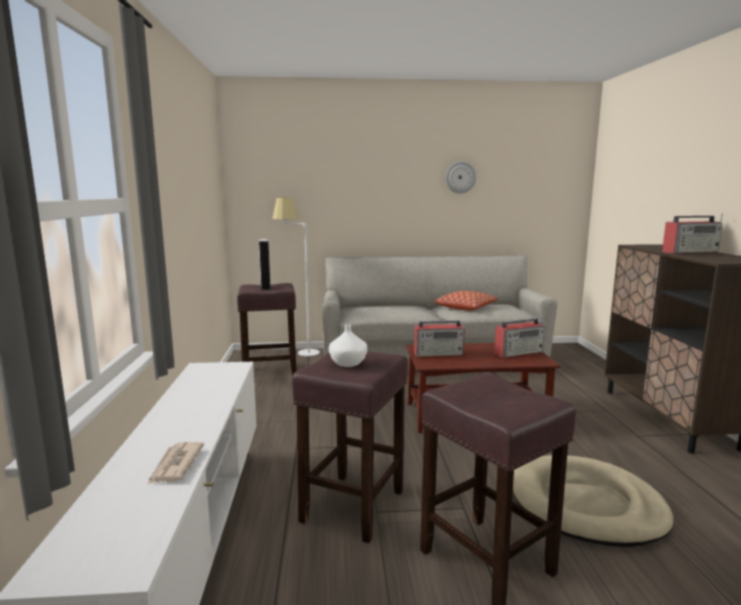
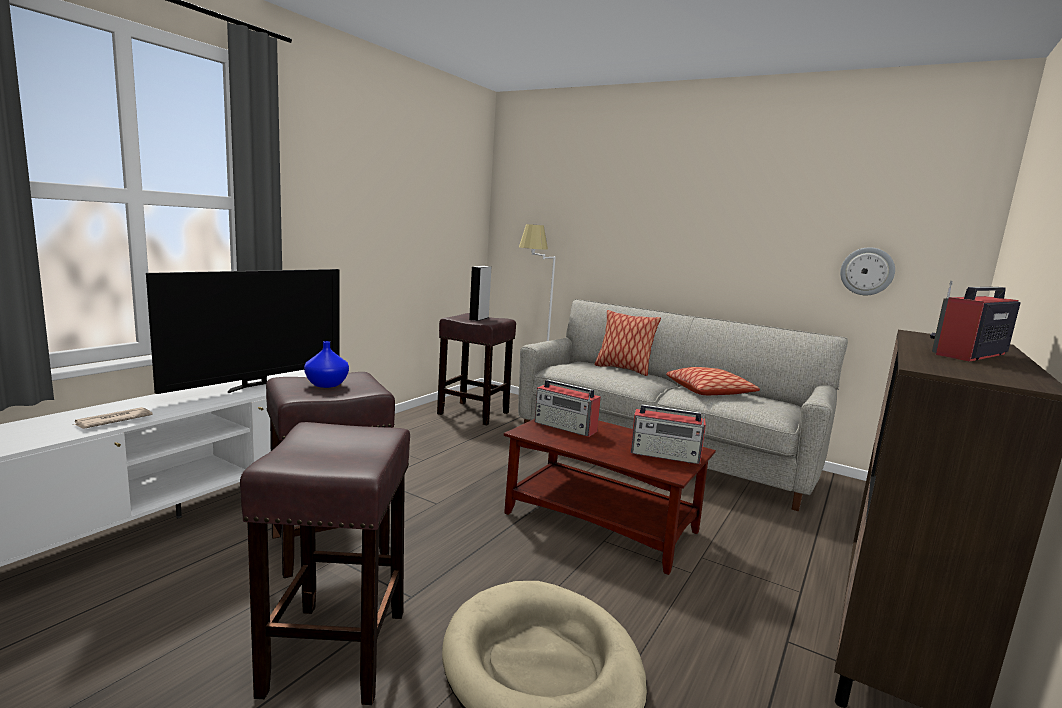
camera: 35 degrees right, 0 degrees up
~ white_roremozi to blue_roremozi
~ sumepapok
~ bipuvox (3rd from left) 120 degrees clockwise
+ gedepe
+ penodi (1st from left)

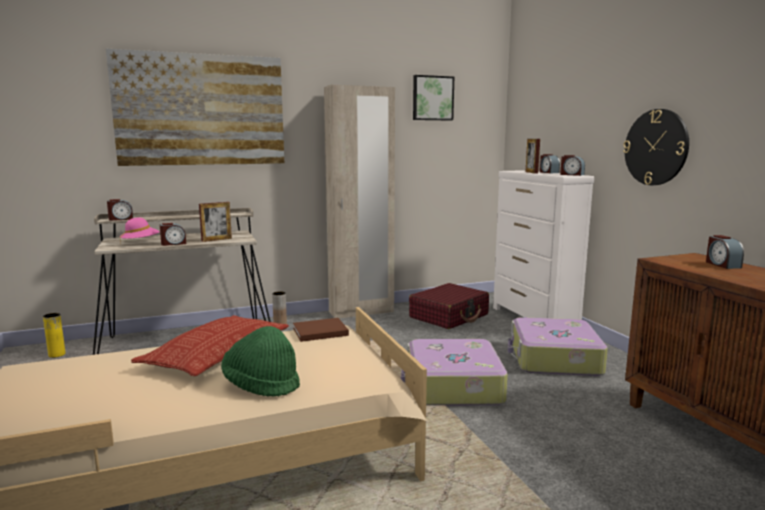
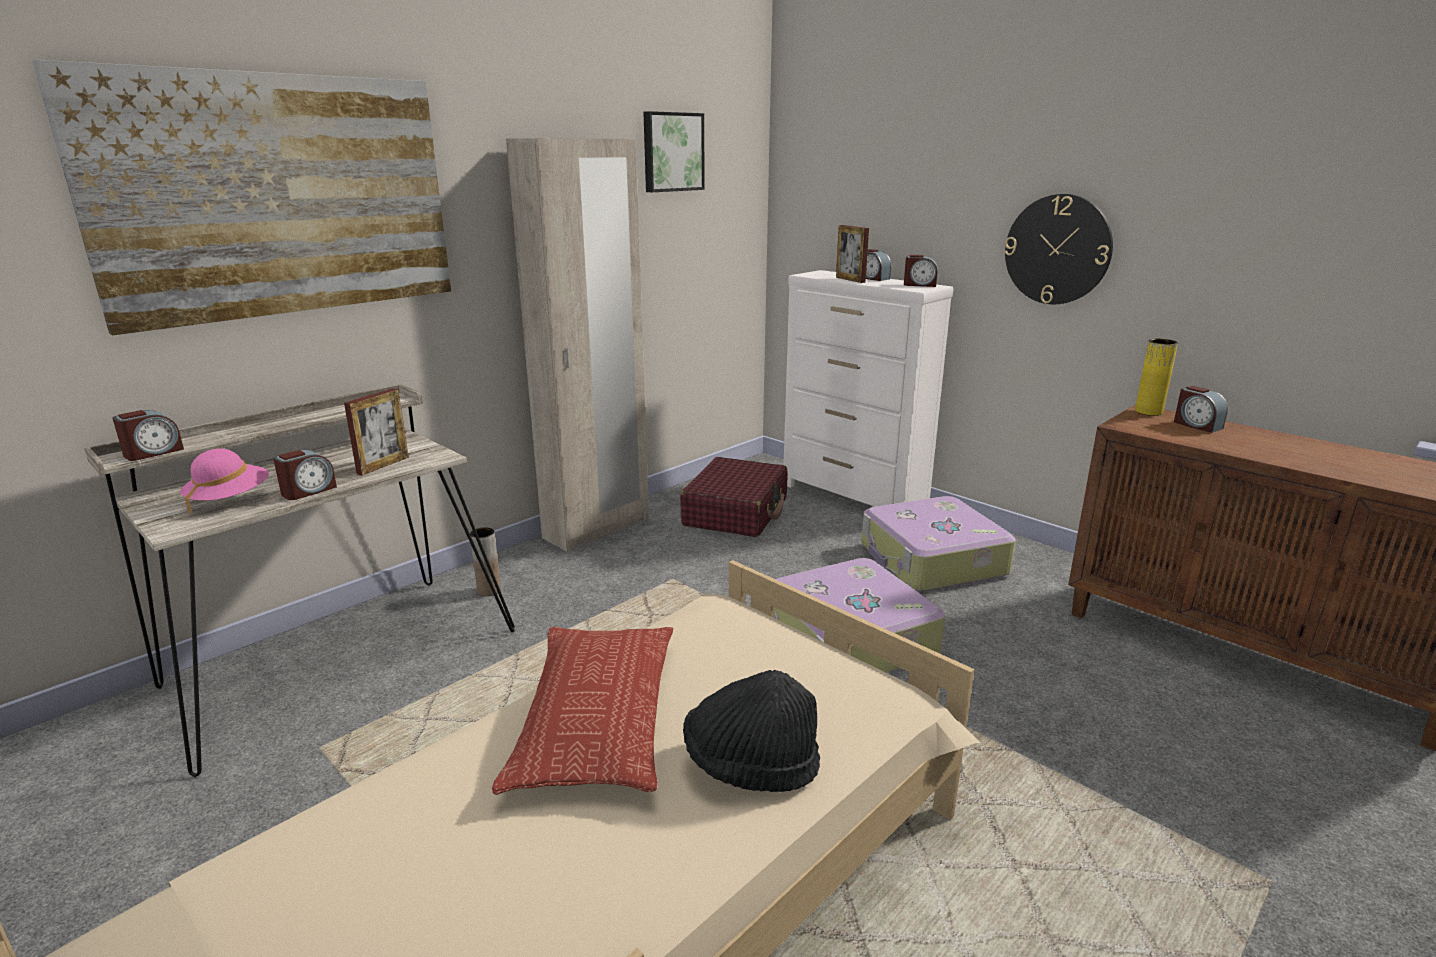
camera: 25 degrees left, 10 degrees up
~ yellow_roremozi
~ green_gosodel to black_gosodel
- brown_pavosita

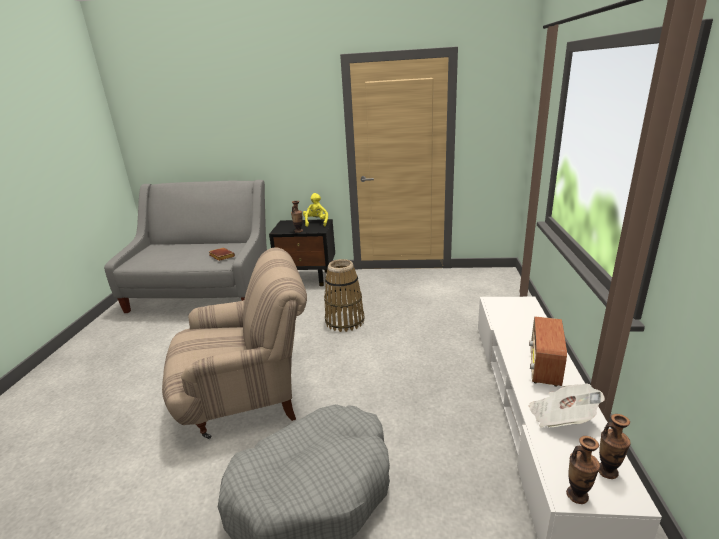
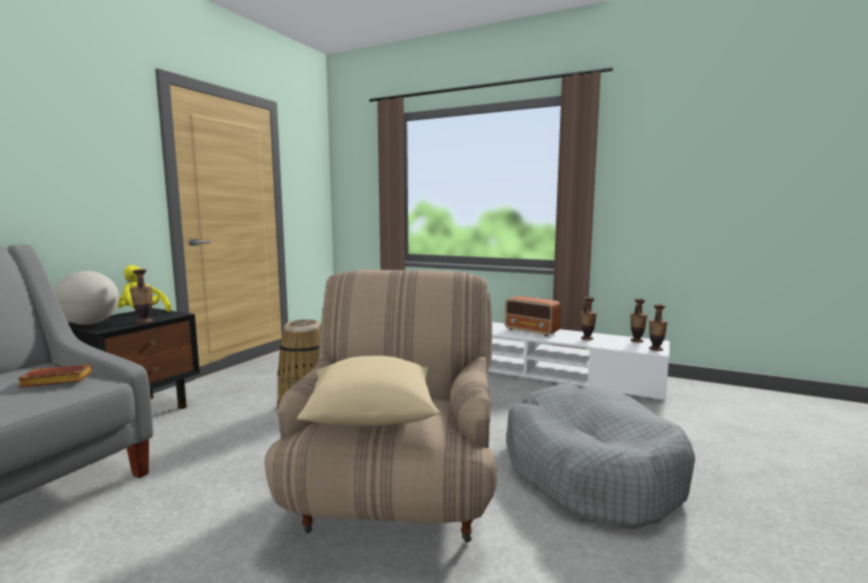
camera: 70 degrees left, 15 degrees down
~ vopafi to roremozi (2nd from left)
+ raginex
+ beige_penodi

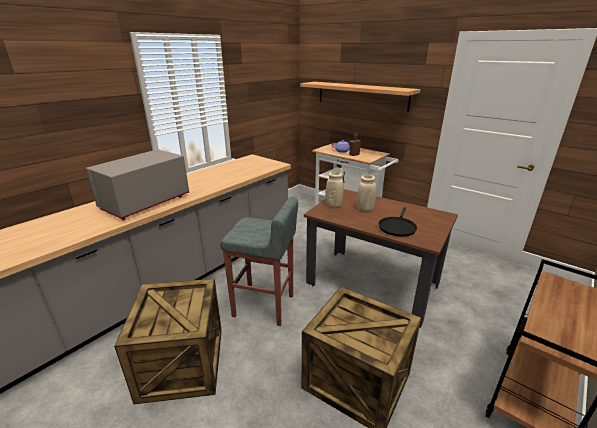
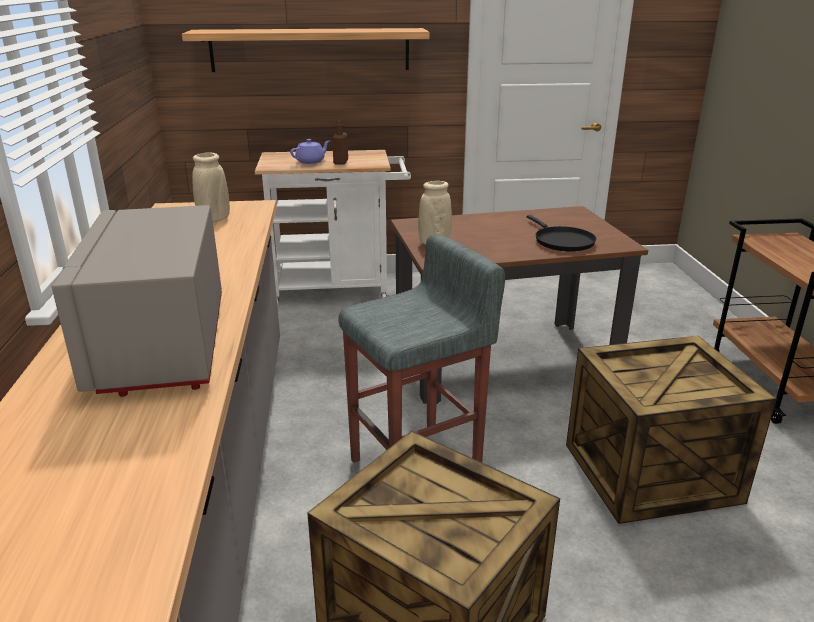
camera: 45 degrees left, 0 degrees up
~ beige_roremozi (2nd from left in the first image) to beige_roremozi (1st from left)

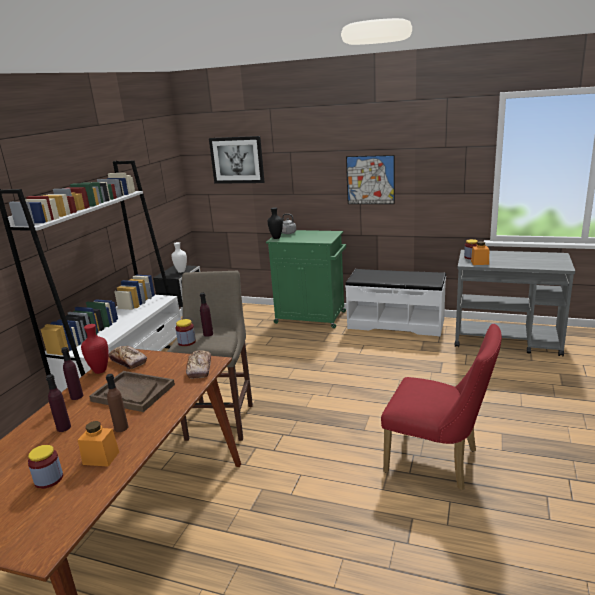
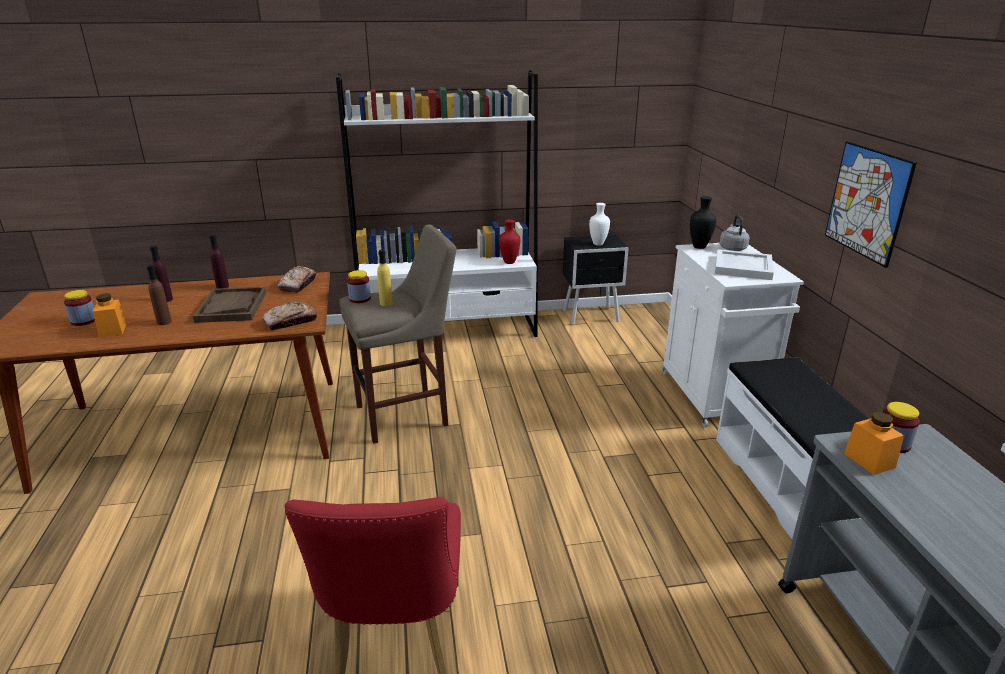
camera: 60 degrees right, 5 degrees up
~ red_roremozi
~ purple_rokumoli (3rd from left) to yellow_rokumoli
- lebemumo (1st from left)
~ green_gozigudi to white_gozigudi
+ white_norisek

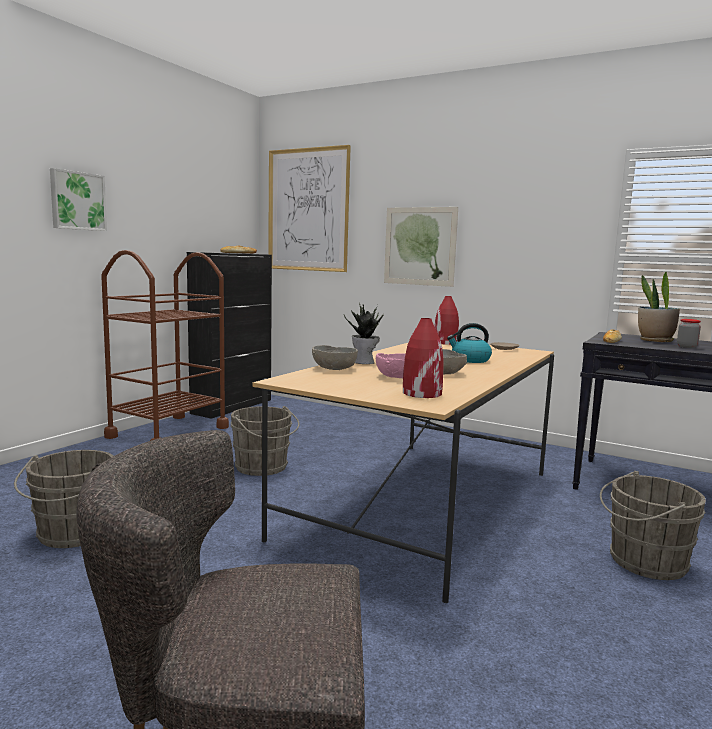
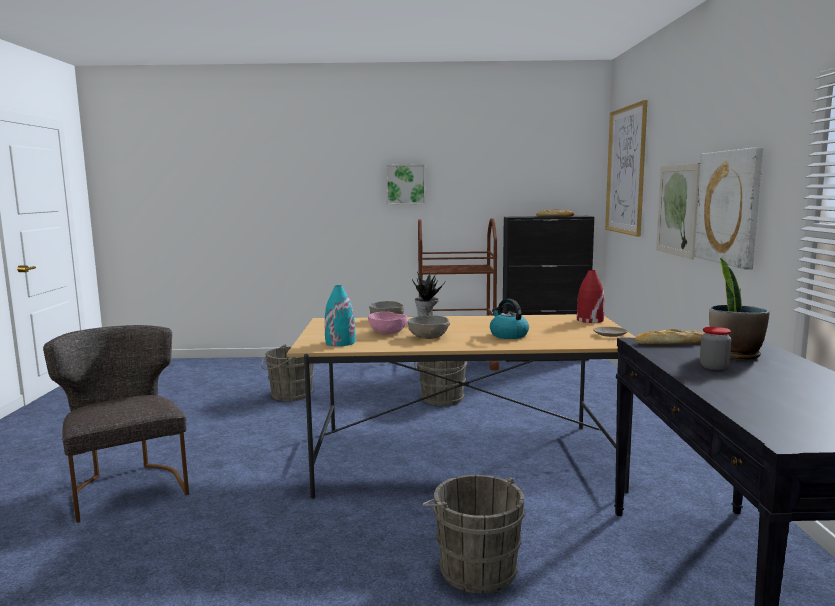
camera: 60 degrees right, 0 degrees up
~ red_roremozi (1st from left) to turquoise_roremozi
+ lebemumo (4th from left)

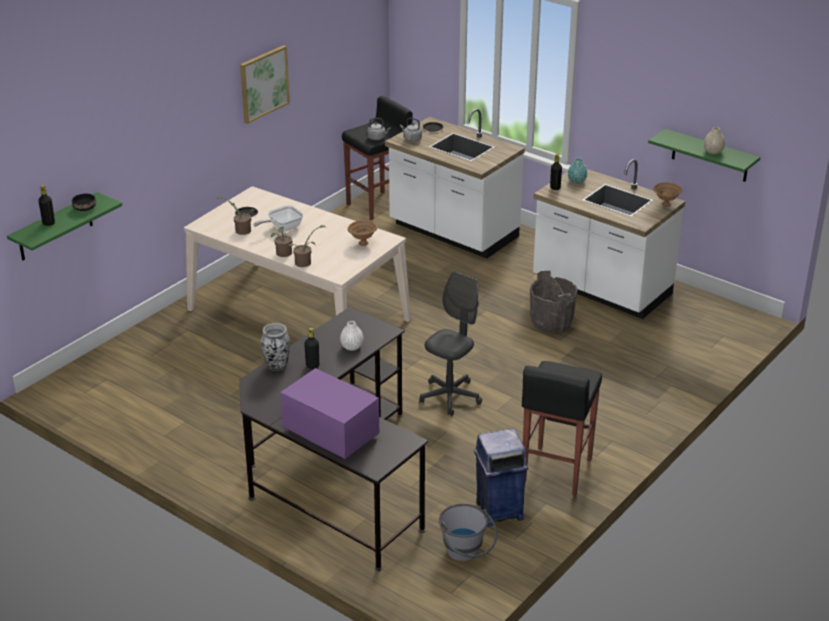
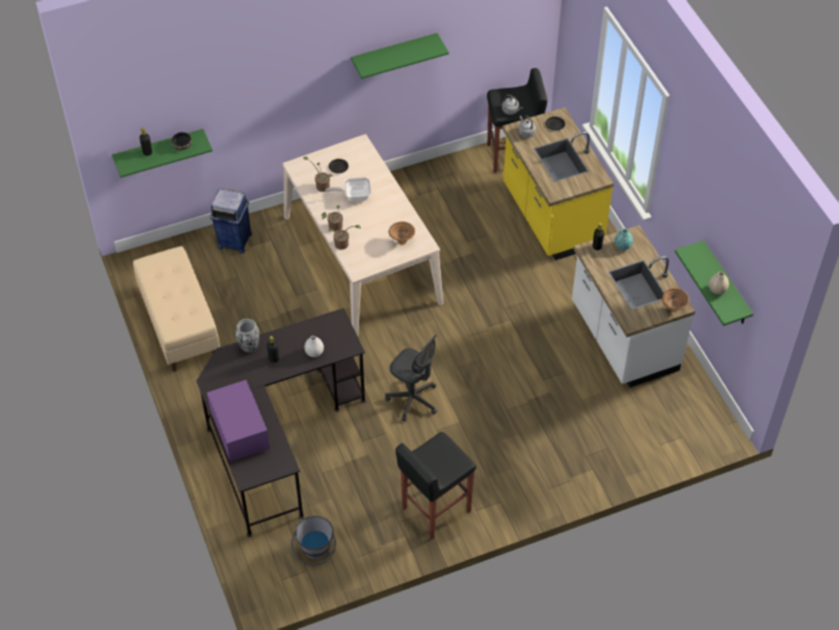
camera: 30 degrees right, 20 degrees up
~ lebemumo to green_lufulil (2nd from left)
~ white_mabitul (1st from left) to yellow_mabitul
~ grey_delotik 60 degrees clockwise
~ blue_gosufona
- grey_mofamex (2nd from left)
+ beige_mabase

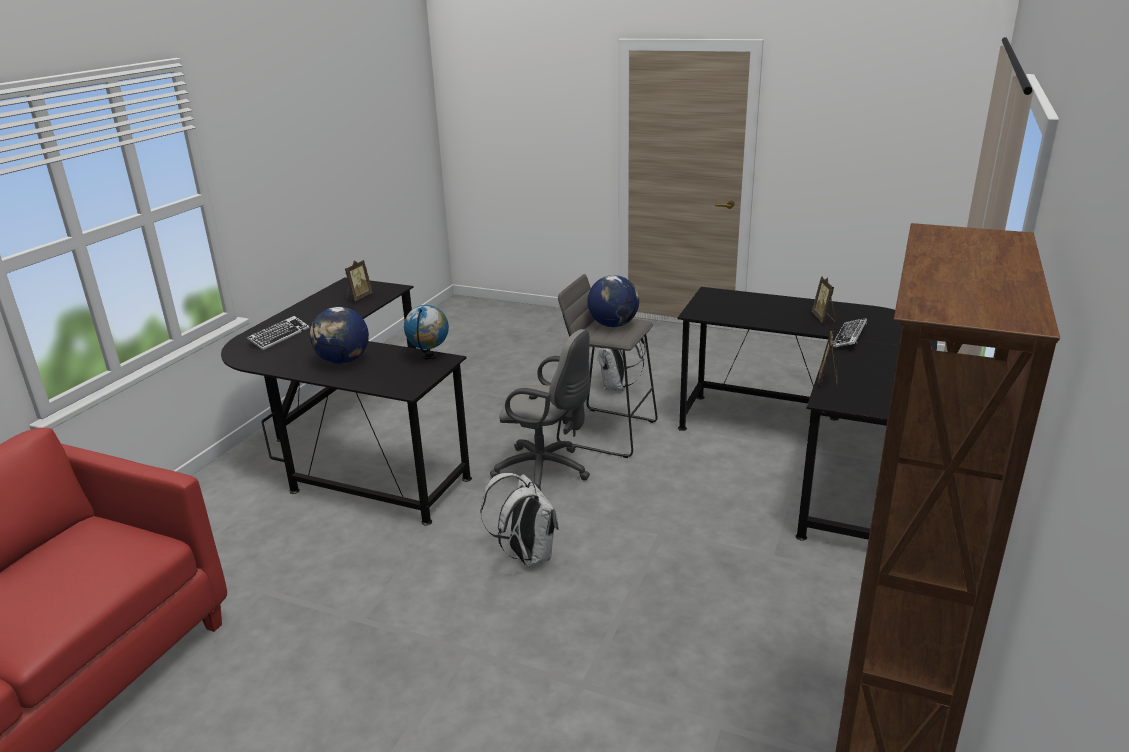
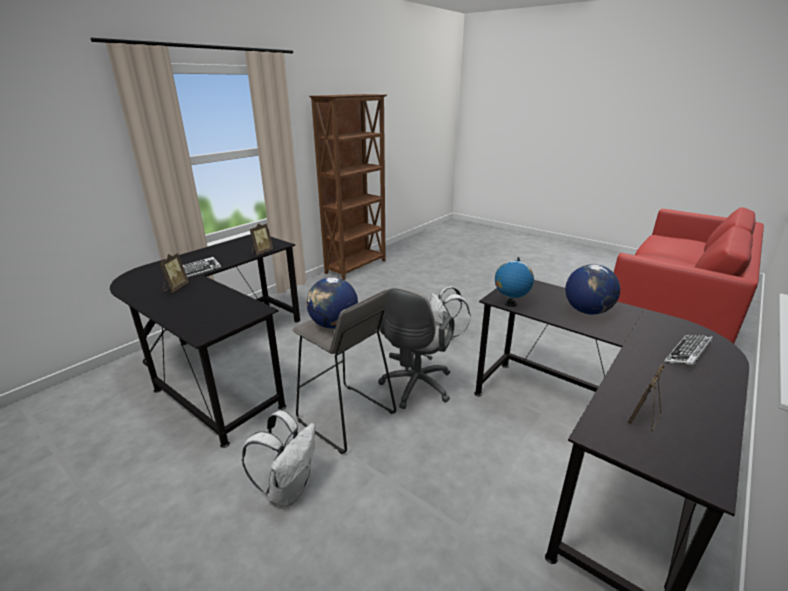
camera: 165 degrees left, 0 degrees up
~ grey_delotik 105 degrees counterclockwise

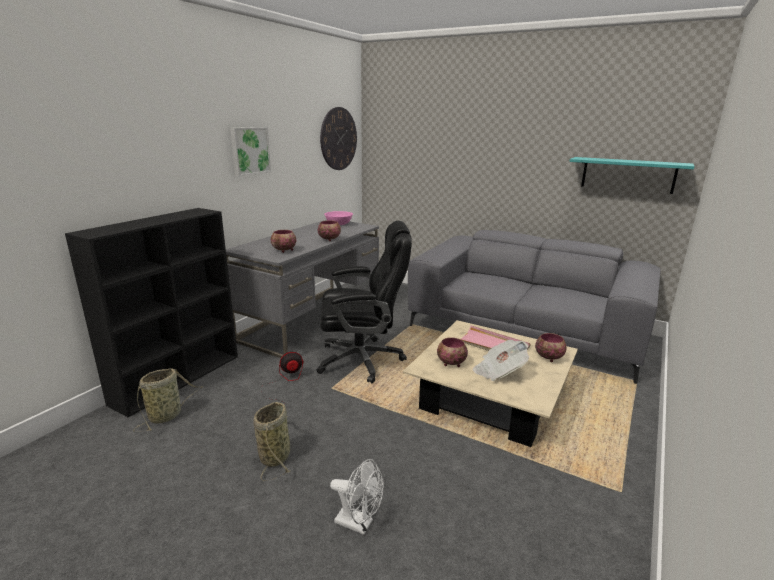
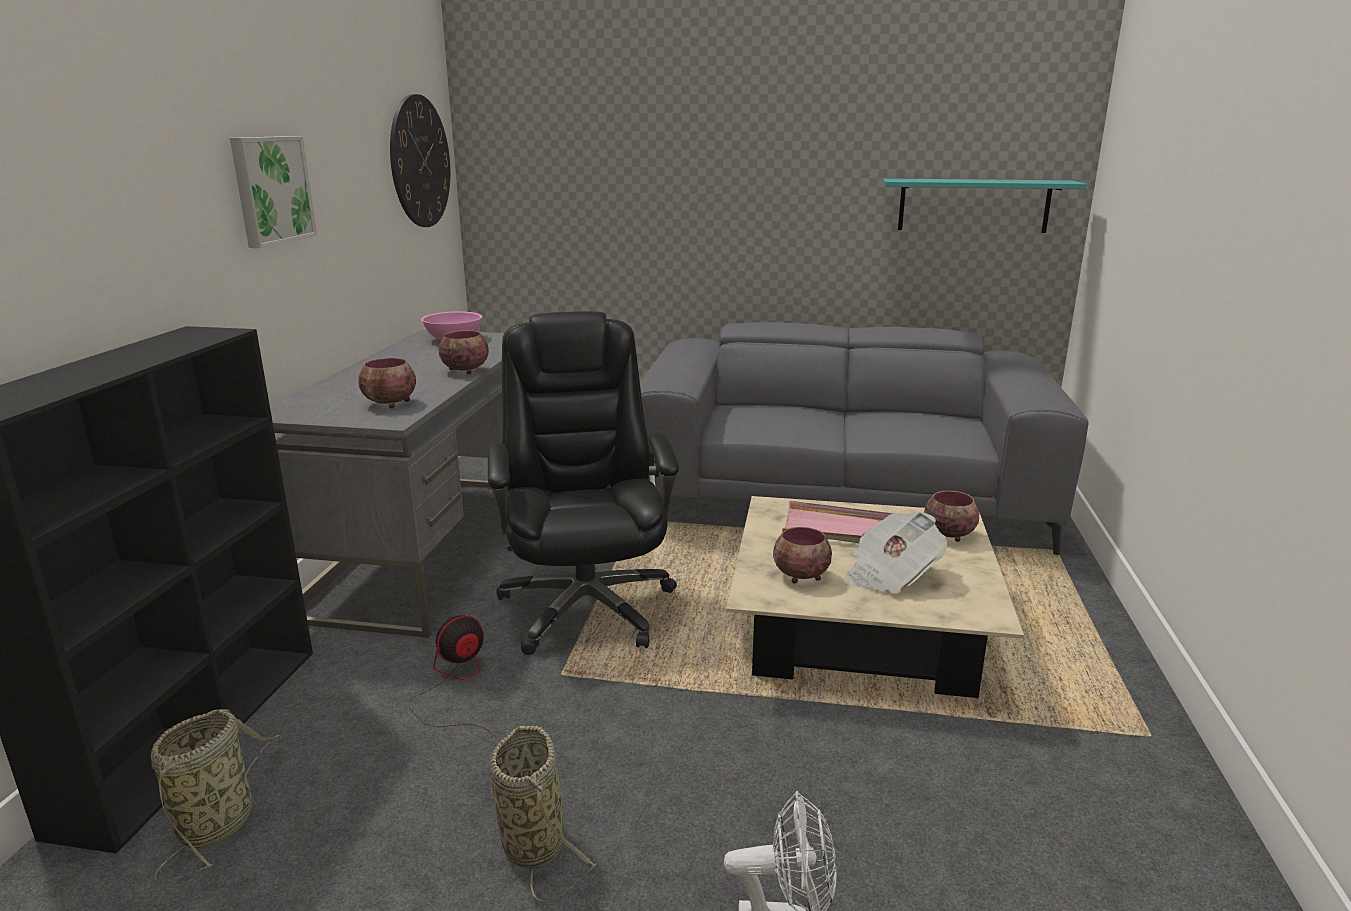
camera: 20 degrees left, 0 degrees up
~ black_delotik 75 degrees counterclockwise

